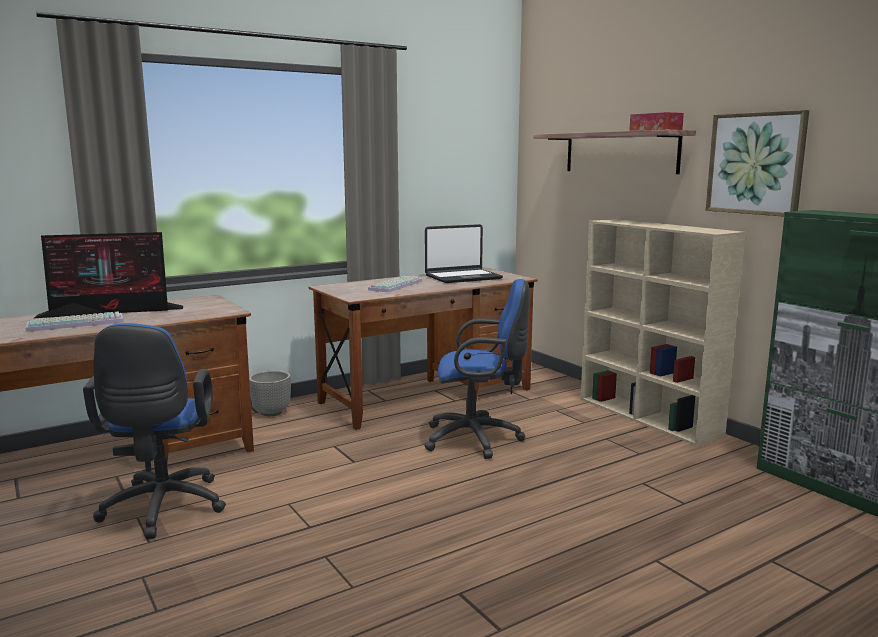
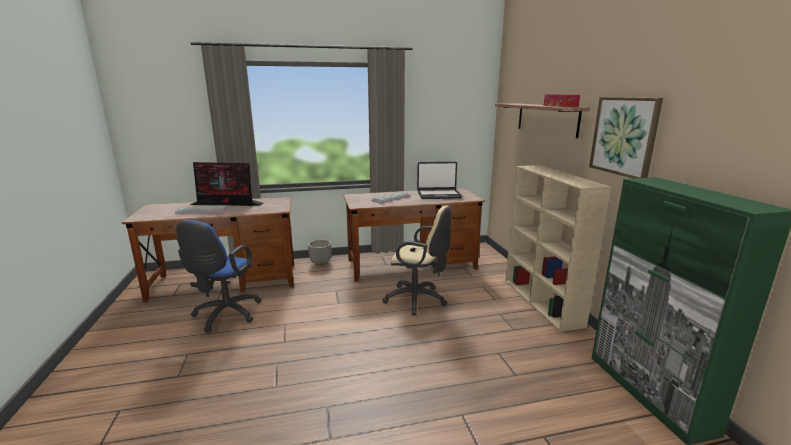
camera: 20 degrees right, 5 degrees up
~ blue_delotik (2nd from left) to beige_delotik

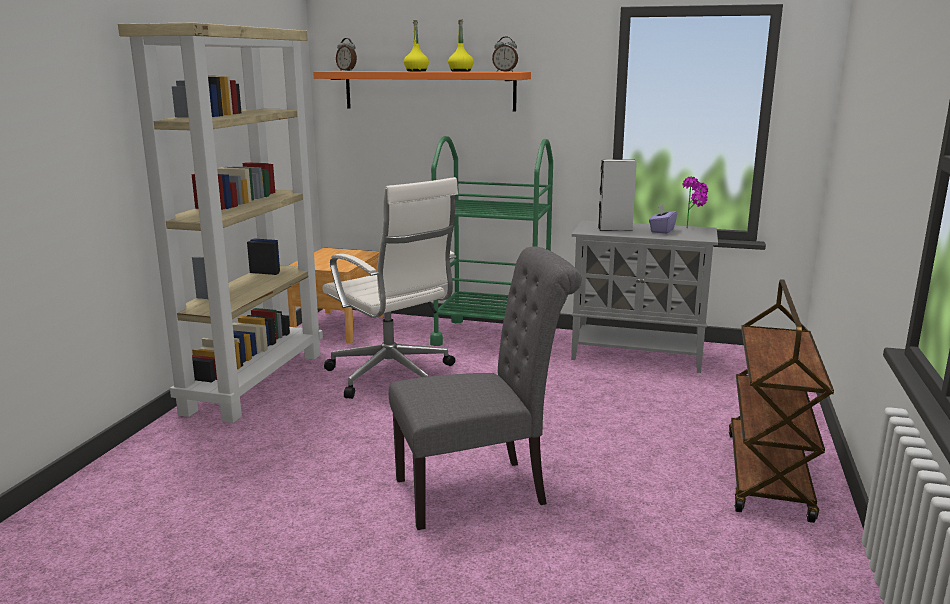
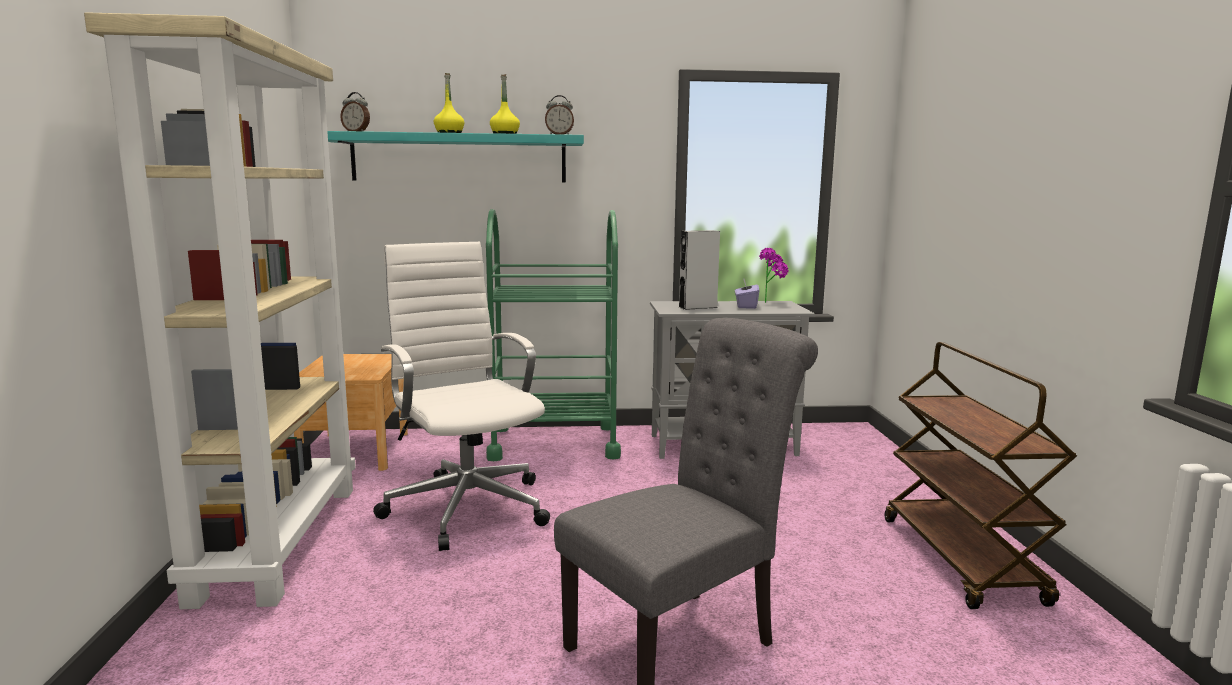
camera: 20 degrees left, 5 degrees down
~ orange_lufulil to turquoise_lufulil
~ white_delotik 150 degrees counterclockwise

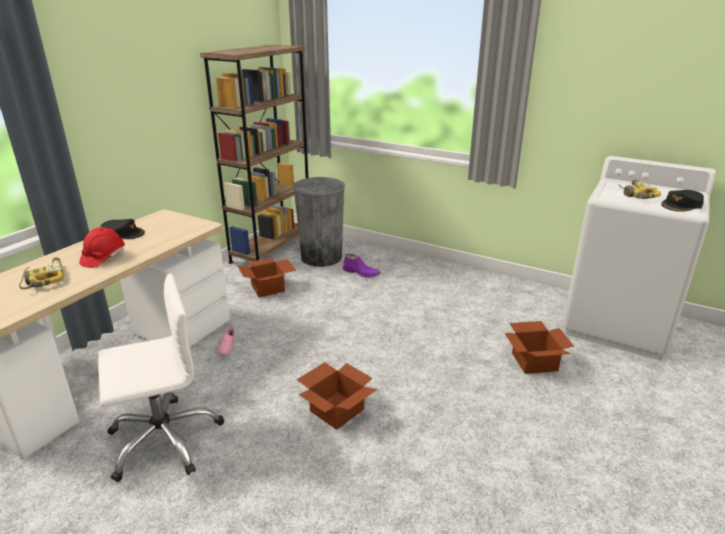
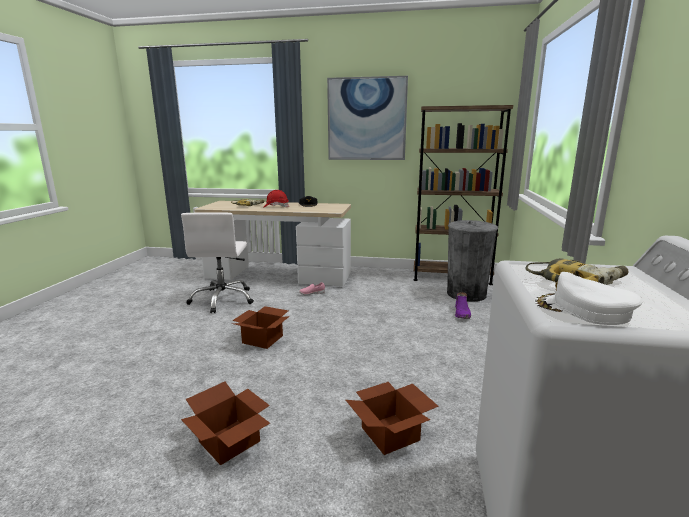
camera: 70 degrees right, 10 degrees down
~ white_delotik 45 degrees clockwise
~ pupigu (1st from left)
~ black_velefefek (2nd from left) to white_velefefek
+ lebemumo

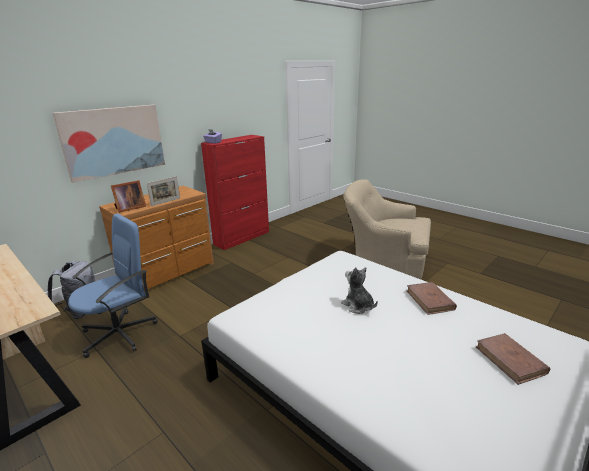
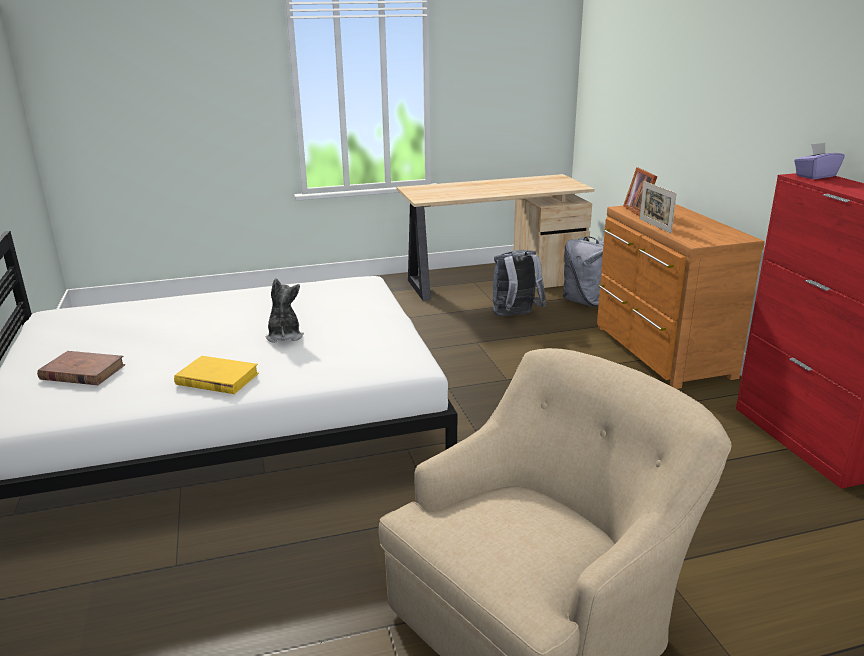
camera: 120 degrees right, 0 degrees up
- lebemumo
~ blue_delotik to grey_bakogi (1st from left)
~ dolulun 90 degrees counterclockwise
~ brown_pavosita (1st from left) to yellow_pavosita

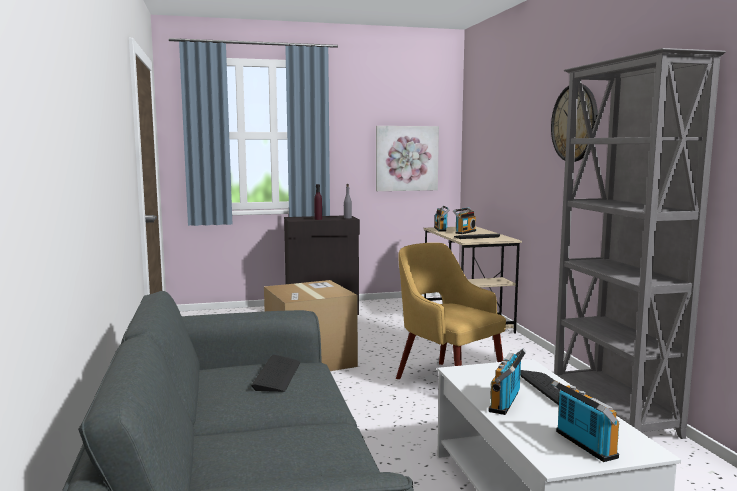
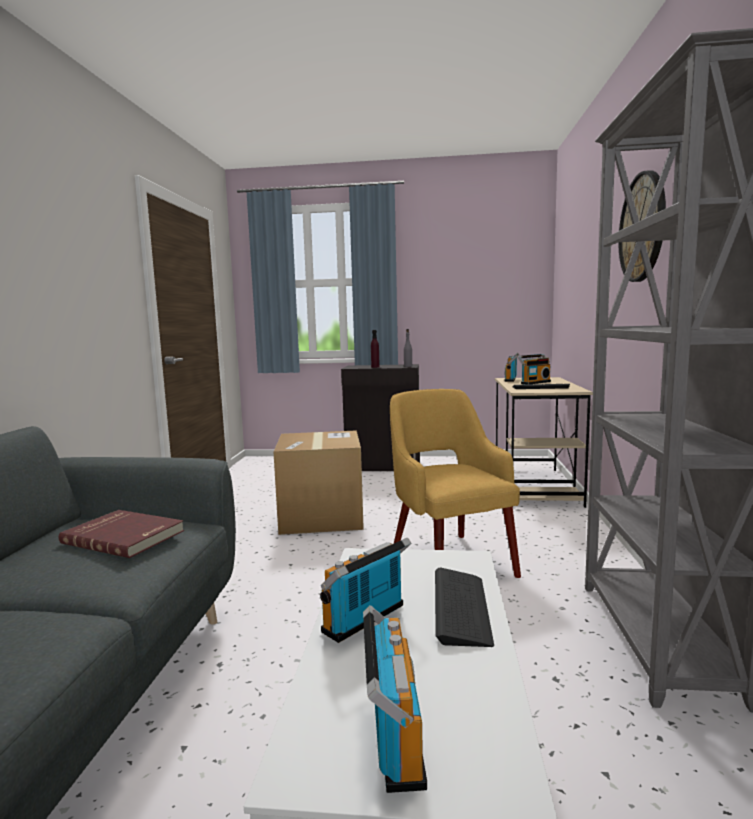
camera: 20 degrees right, 0 degrees up
~ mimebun (1st from left) to red_pavosita
- lebemumo

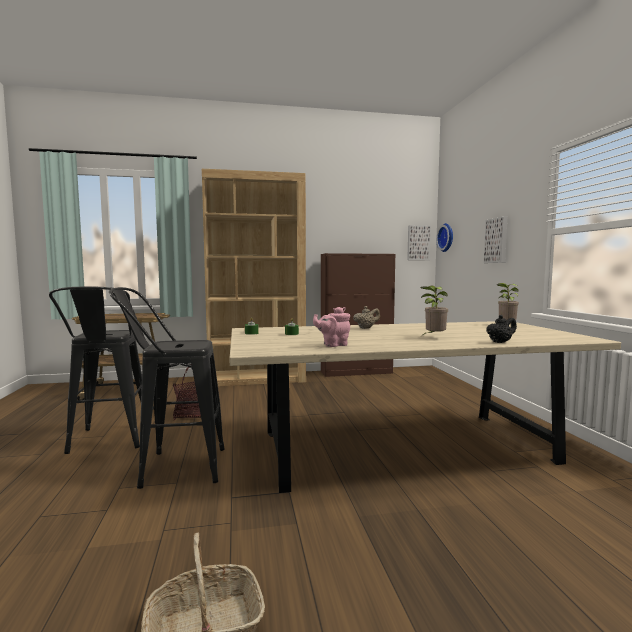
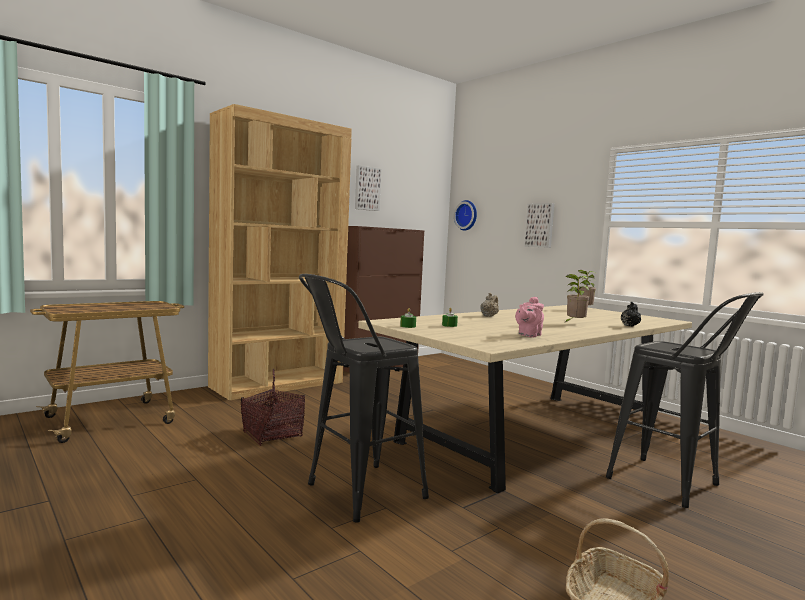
camera: 30 degrees left, 0 degrees up
~ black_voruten (1st from left in the first image) to black_voruten (2nd from left)
~ lebemumo (1st from left)

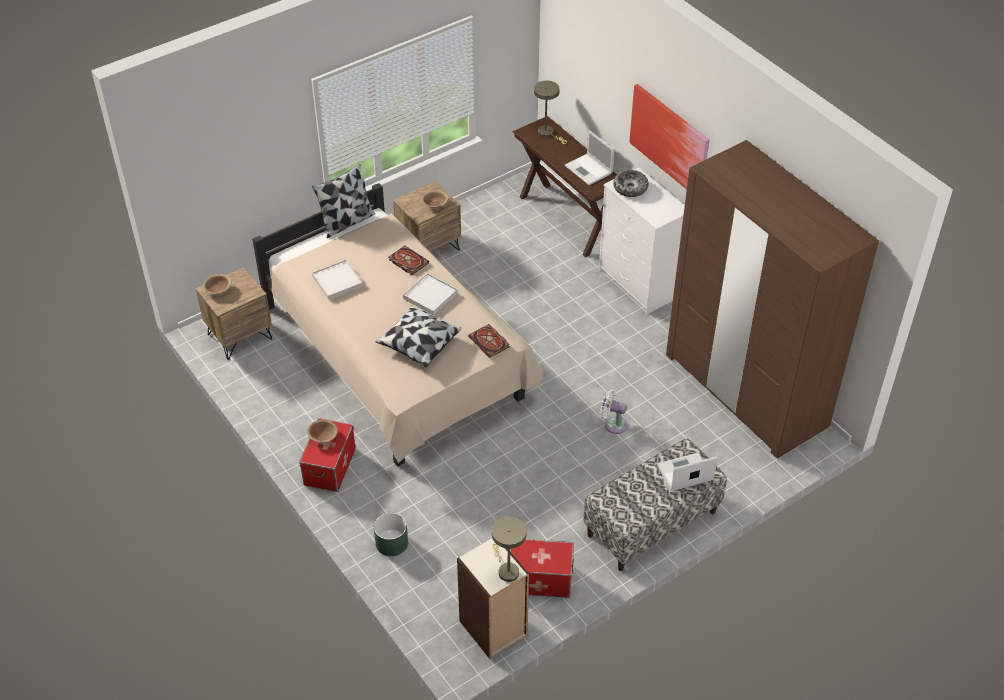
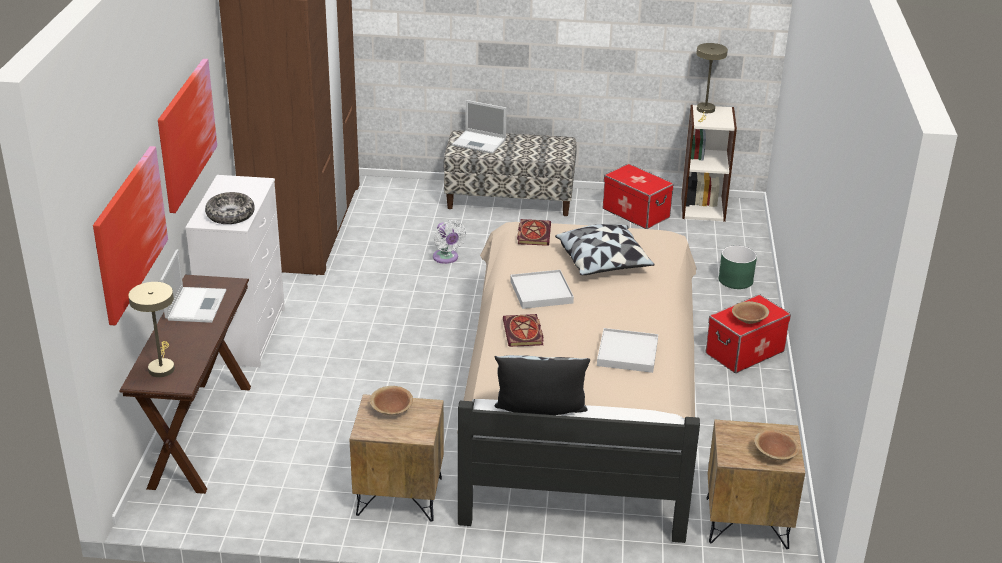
camera: 140 degrees left, 15 degrees down
+ lebemumo (1st from left)

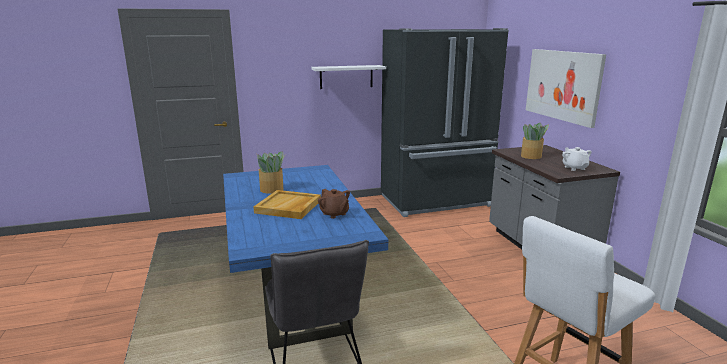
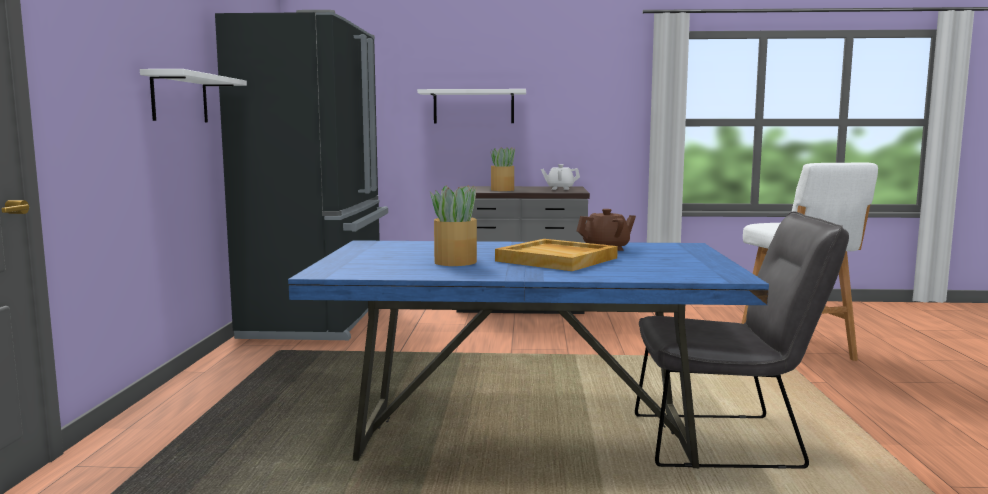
camera: 70 degrees left, 10 degrees down
~ lebemumo to white_lufulil (2nd from left)

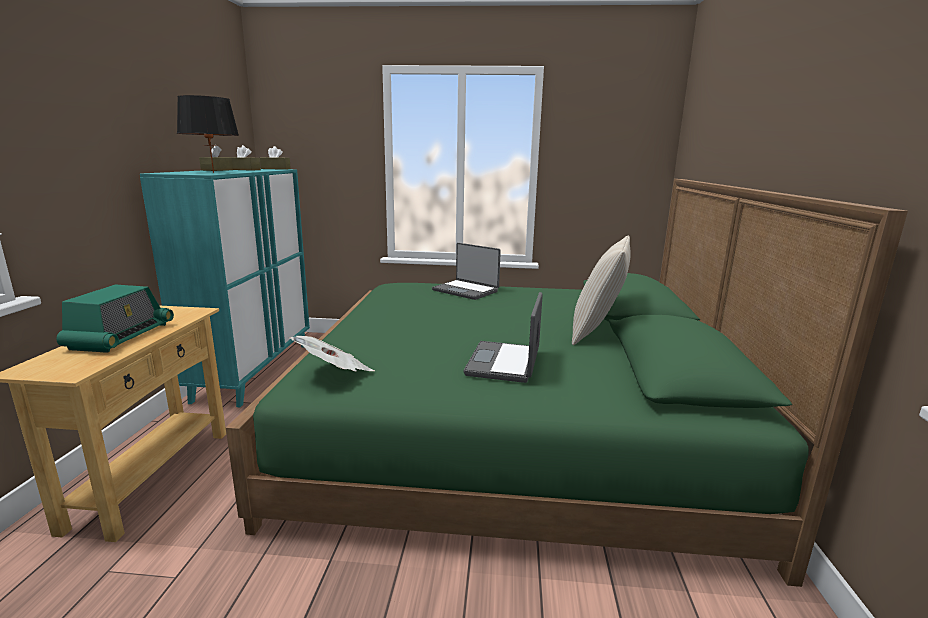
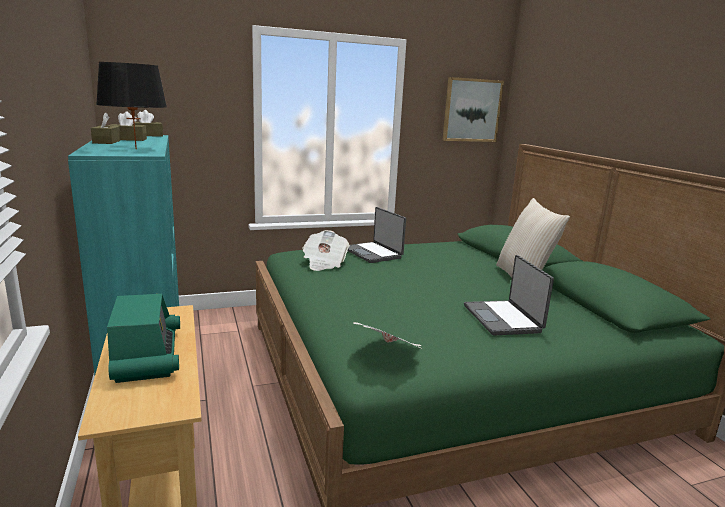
camera: 25 degrees left, 0 degrees up
~ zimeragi (1st from left) 45 degrees clockwise
+ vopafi (1st from left)
+ lebemumo

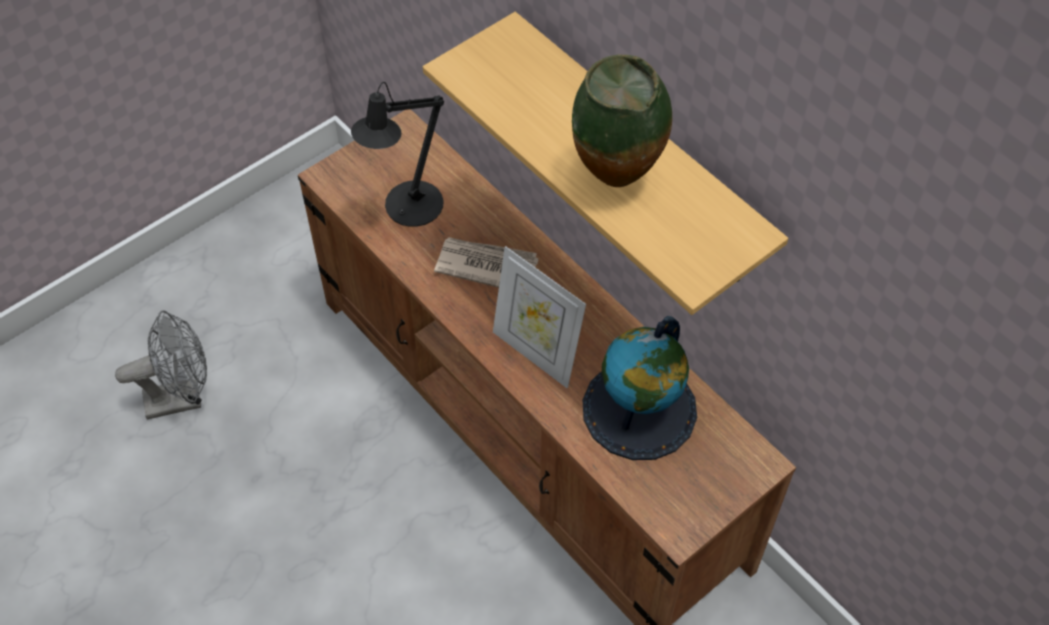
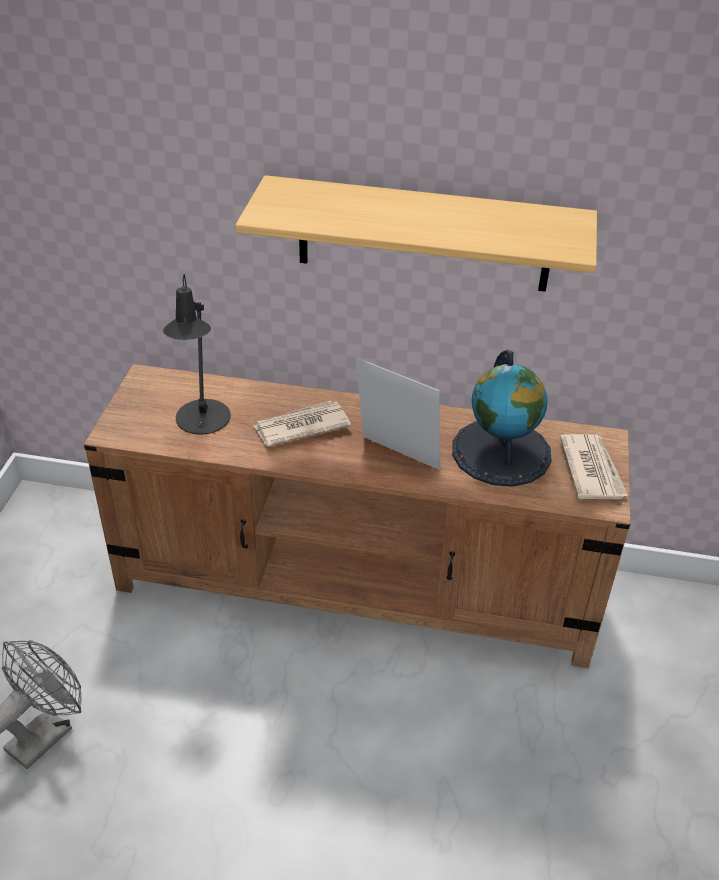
camera: 40 degrees left, 15 degrees down
~ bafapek 150 degrees counterclockwise
- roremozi
+ vopafi (2nd from left)

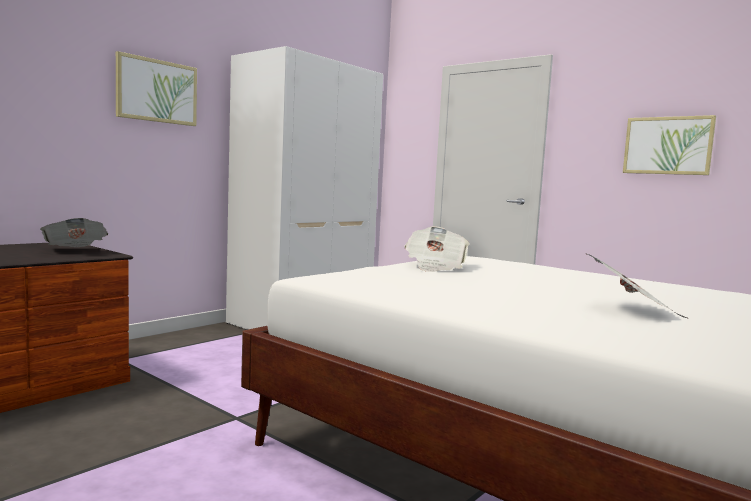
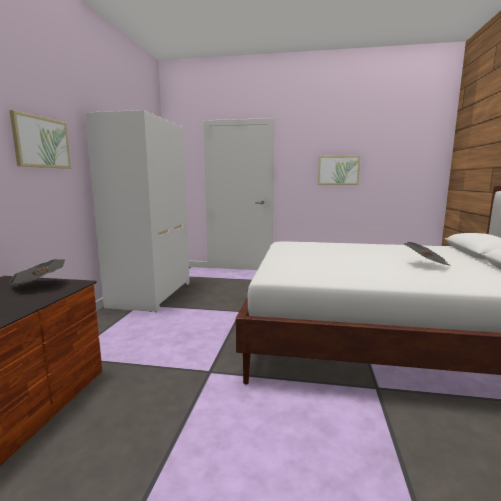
camera: 30 degrees left, 5 degrees up
- vopafi (2nd from left)

